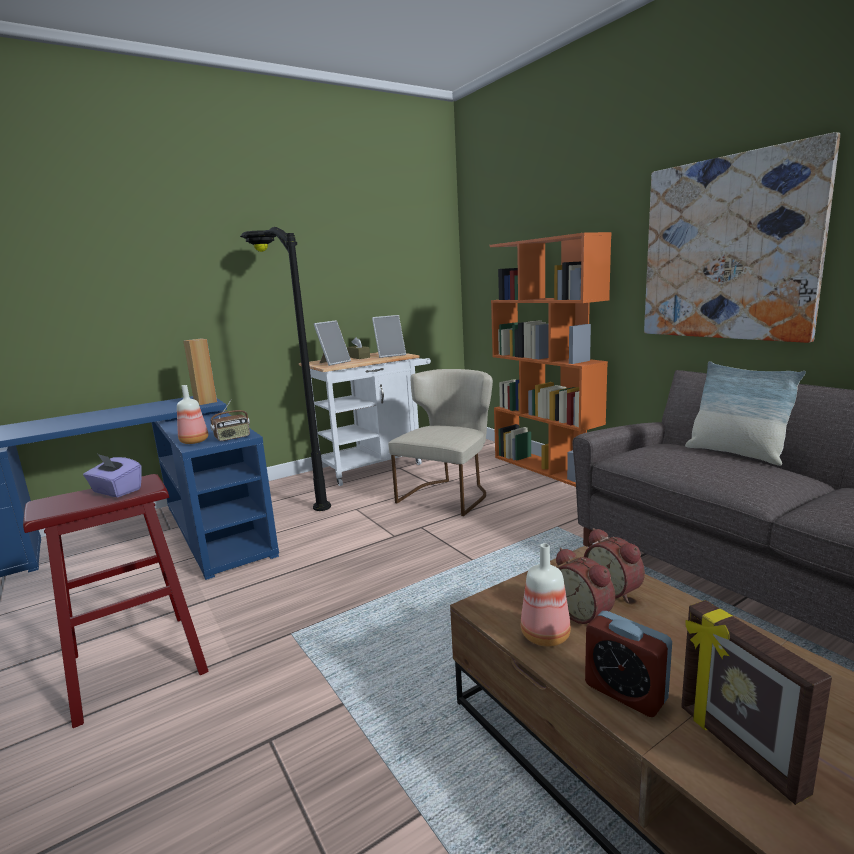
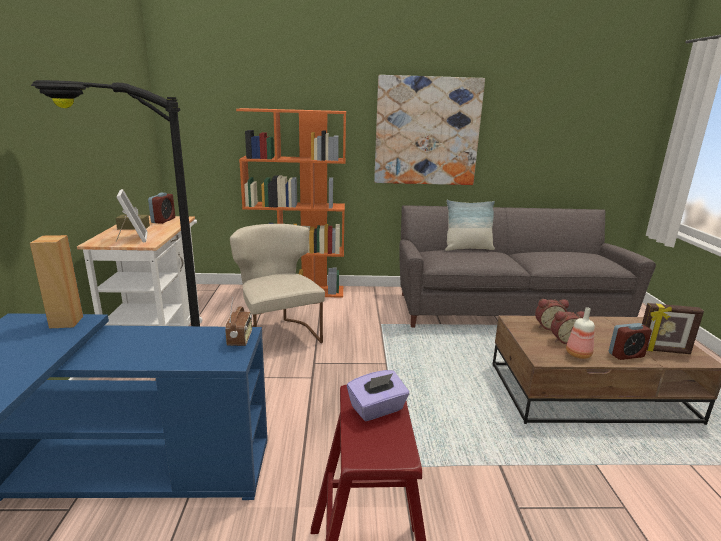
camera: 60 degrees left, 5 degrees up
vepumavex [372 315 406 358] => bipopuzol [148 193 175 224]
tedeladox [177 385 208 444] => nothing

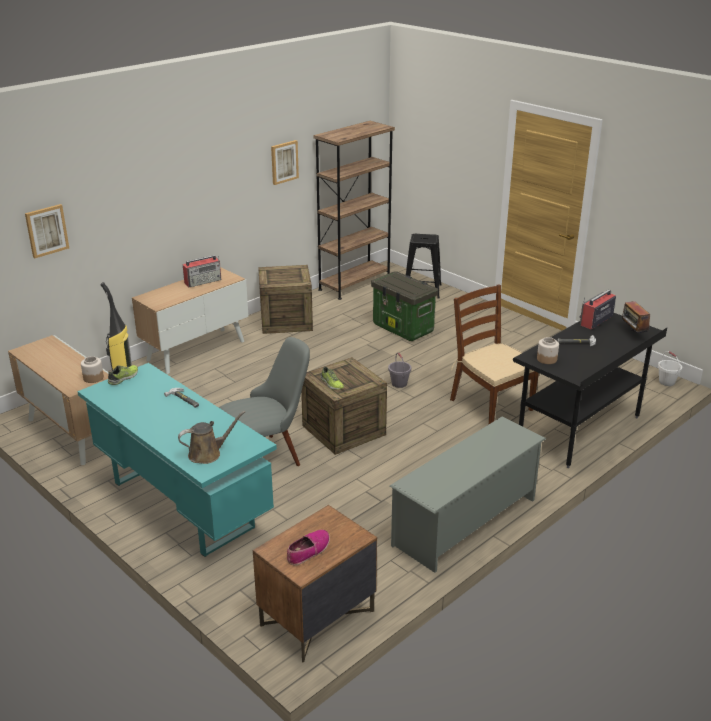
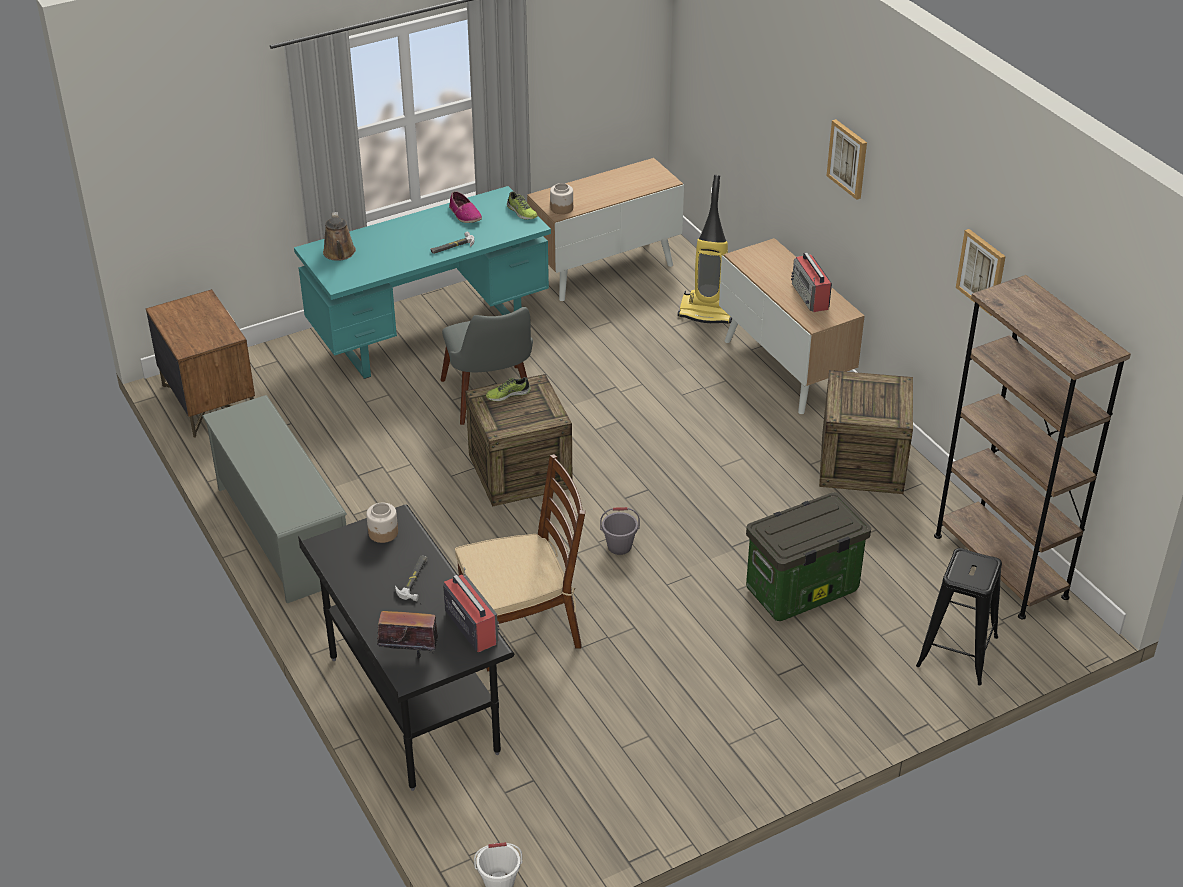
camera: 105 degrees right, 10 degrees up
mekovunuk [287 530 330 566] => mekovunuk [449 191 482 223], move
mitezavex [25 204 69 258] => mitezavex [826 119 867 200], move

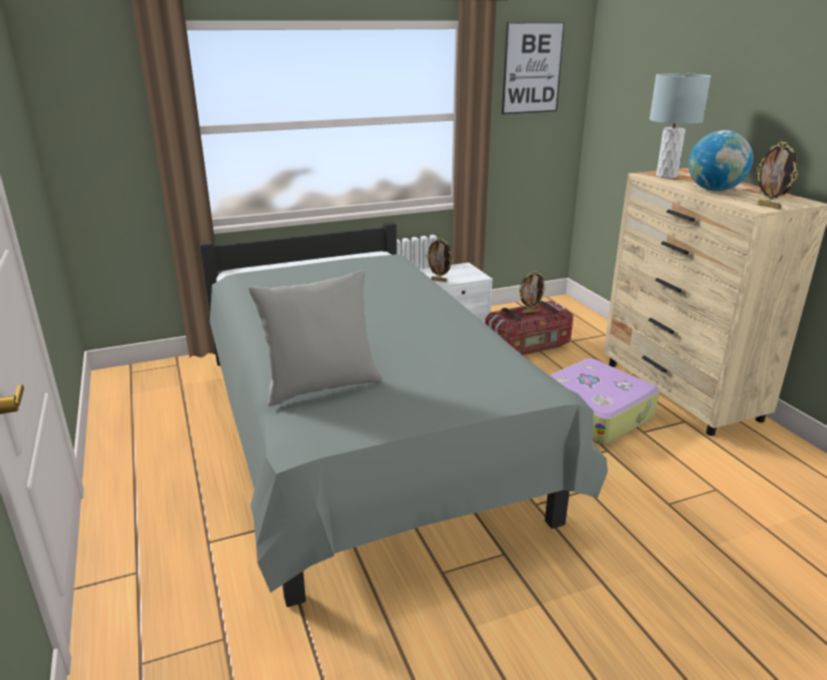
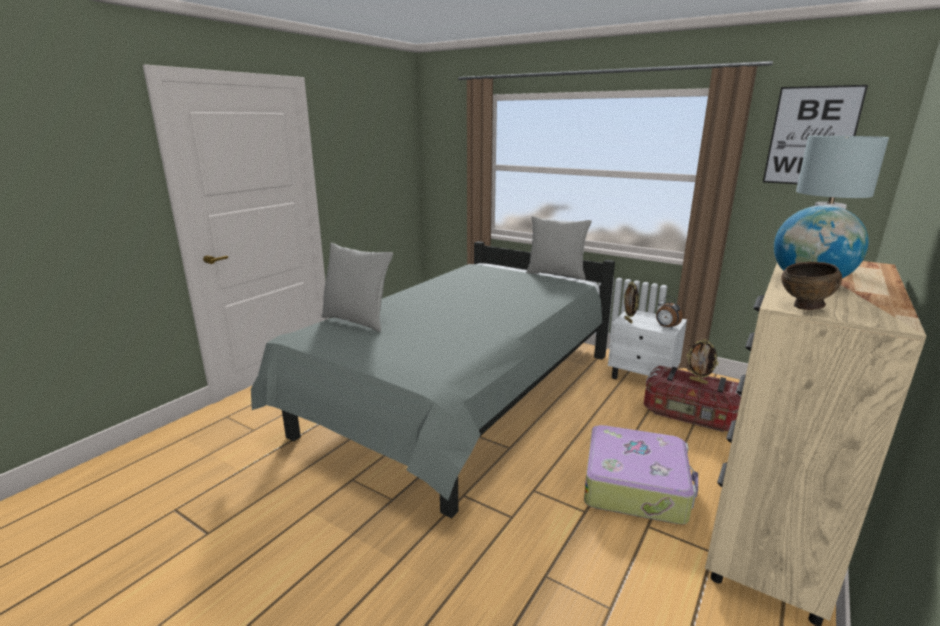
camera: 55 degrees right, 5 degrees down
nothing => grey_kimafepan [526 216 592 280]
nothing => bipopuzol [656 296 683 329]
vepumavex [756 142 798 209] => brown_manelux [781 262 842 310]

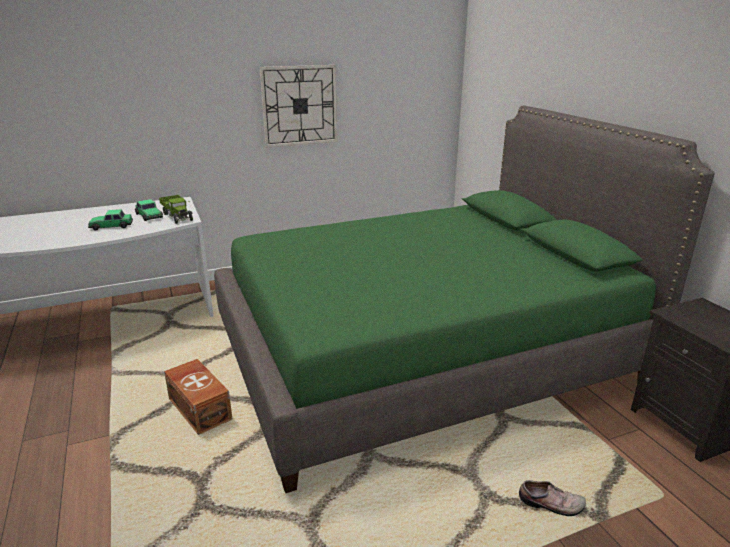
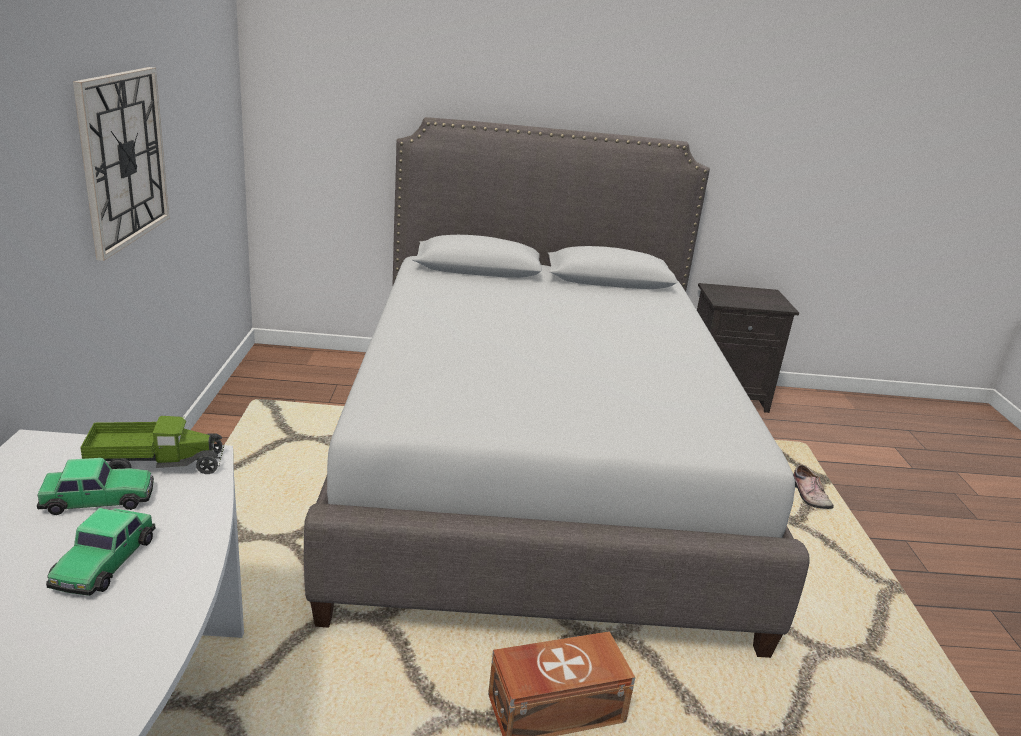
camera: 70 degrees left, 0 degrees up
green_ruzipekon [214 106 715 493] => grey_ruzipekon [304 117 810 658]
mekovunuk [519 480 586 516] => mekovunuk [793 465 834 509], 135 degrees clockwise

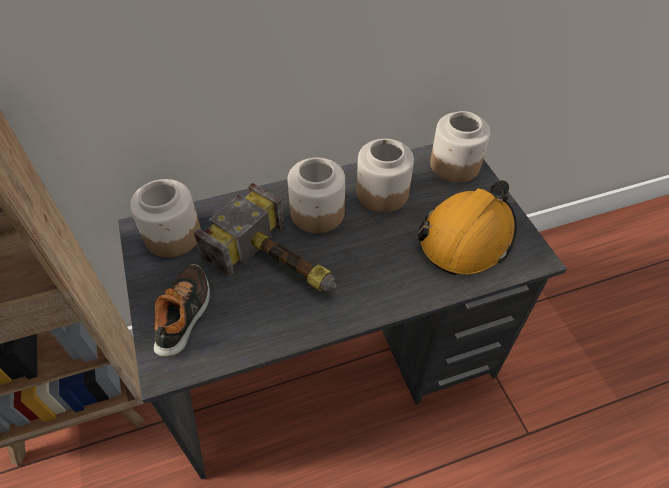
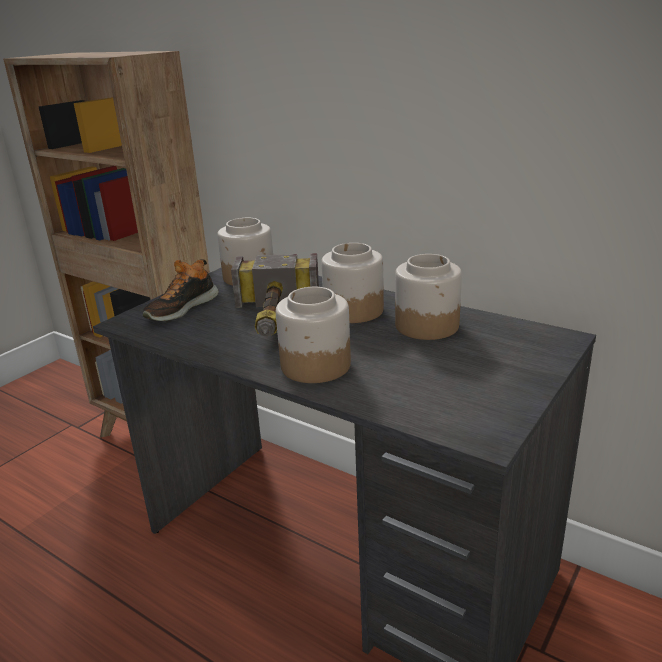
camera: 55 degrees right, 25 degrees down
mekovunuk [153 264 210 357] => mekovunuk [143 259 219 321], 150 degrees clockwise
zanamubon [430 111 490 183] => zanamubon [276 287 351 383], move
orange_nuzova [418 180 517 275] => nothing

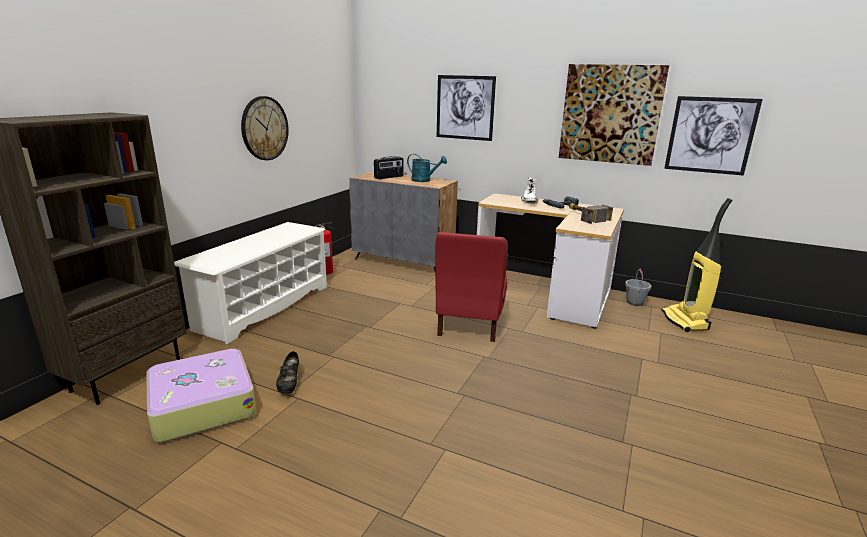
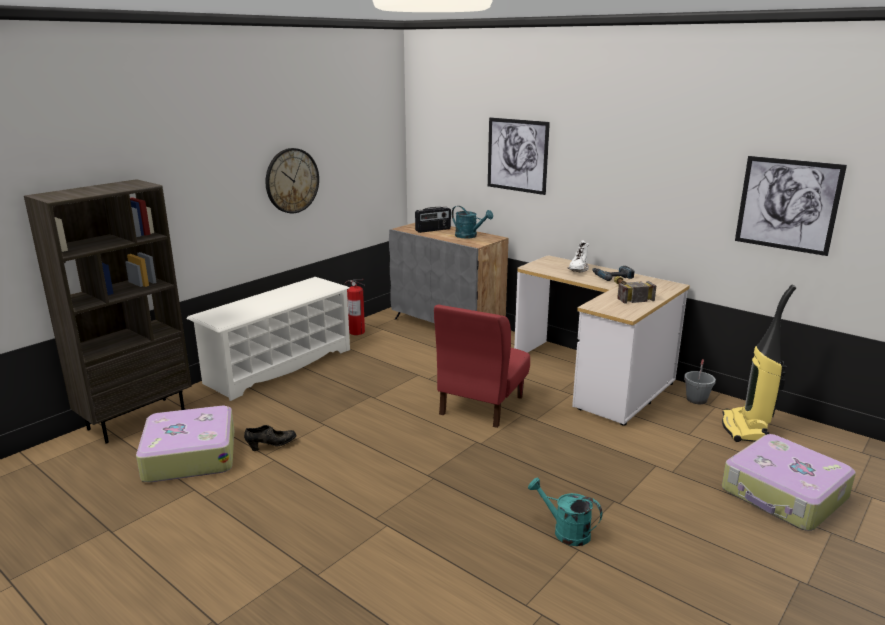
camera: 15 degrees right, 0 degrees up
black_mekovunuk [276 351 299 394] => black_mekovunuk [244 425 297 451], 120 degrees counterclockwise
nothing => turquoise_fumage [528 478 602 546]
nothing => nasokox [722 434 856 531]
mitezavex [559 64 669 166] => nothing

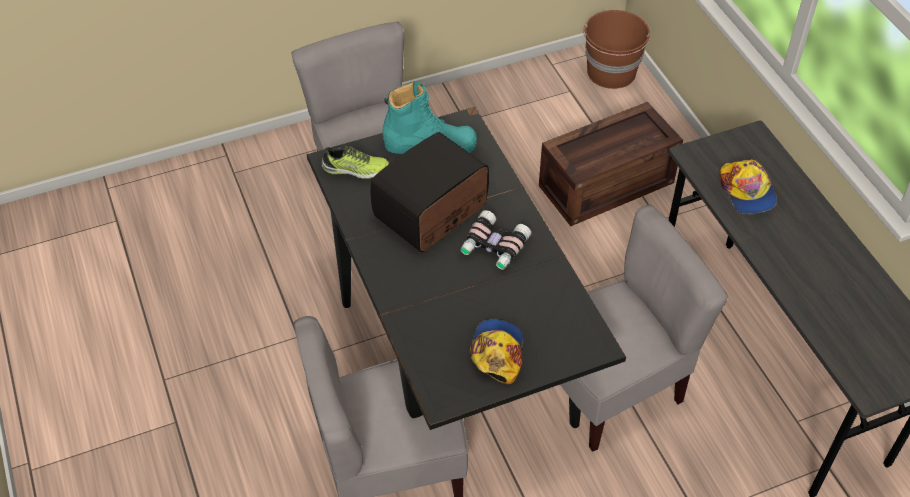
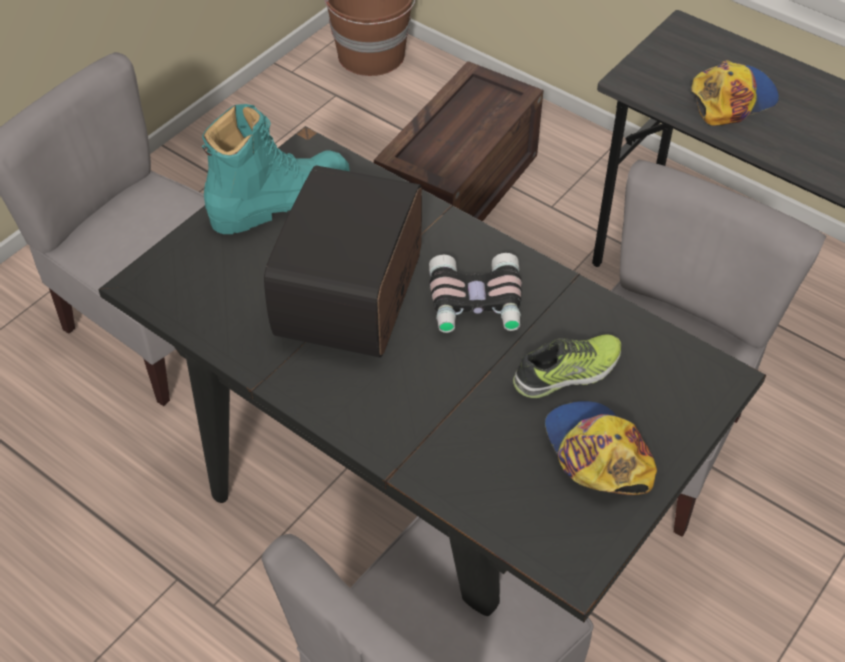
camera: 30 degrees left, 0 degrees up
mekovunuk [322 146 389 179] => mekovunuk [513 334 621 399], move
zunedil [720 159 777 214] => zunedil [691 60 779 126], 75 degrees counterclockwise

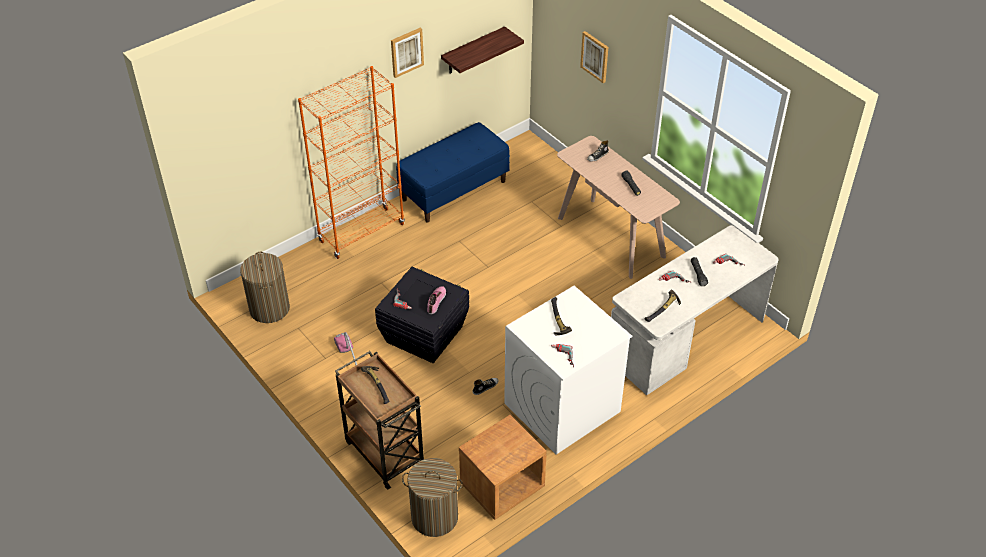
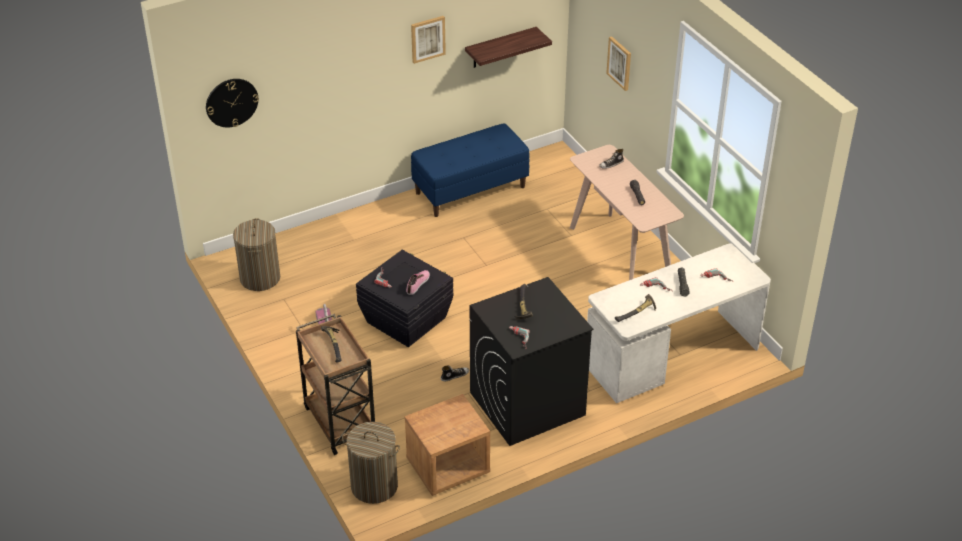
camera: 10 degrees right, 5 degrees down
nothing => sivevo [206 79 259 127]
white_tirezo [504 286 632 455] => black_tirezo [470 277 593 446]
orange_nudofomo [298 66 405 259] => nothing

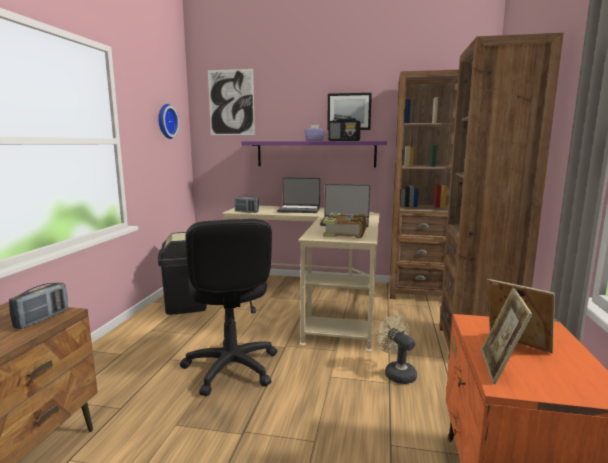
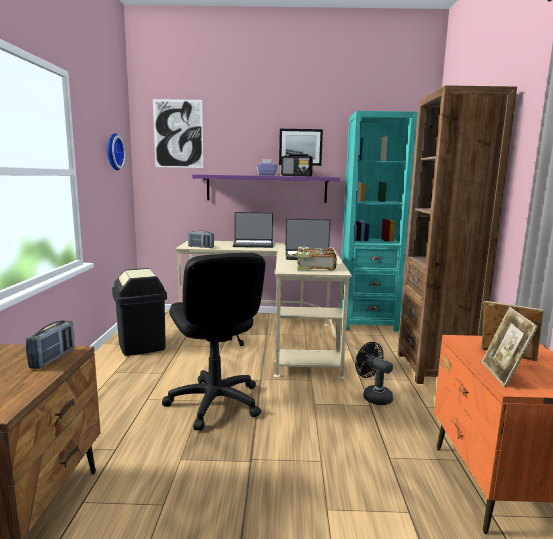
camera: 10 degrees left, 0 degrees up
brown_nudofomo [389 69 459 299] => turquoise_nudofomo [342 111 418 332]
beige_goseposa [376 315 417 384] => black_goseposa [355 342 393 405]

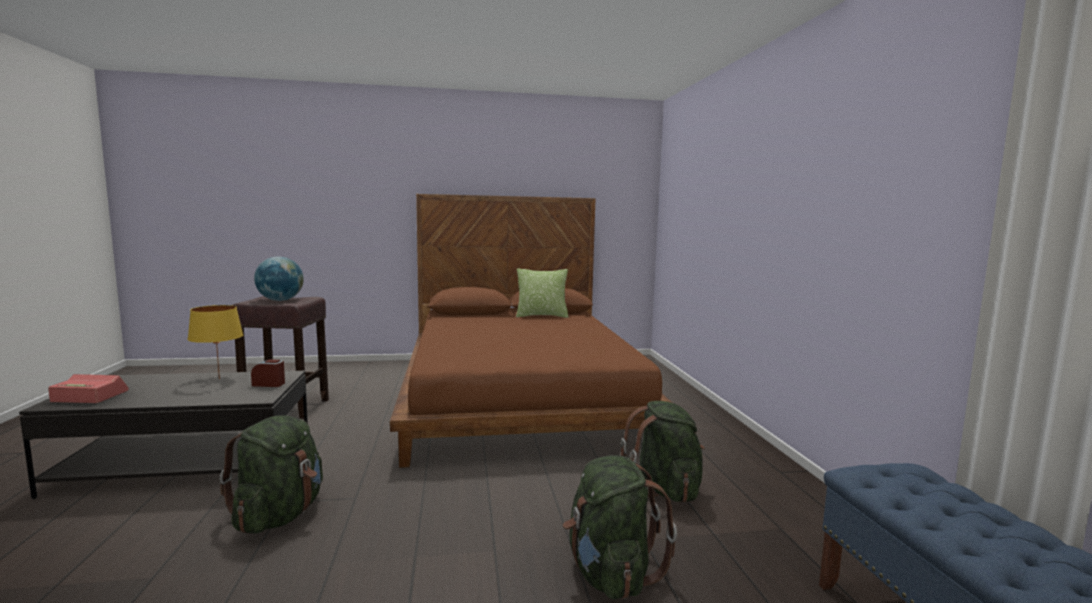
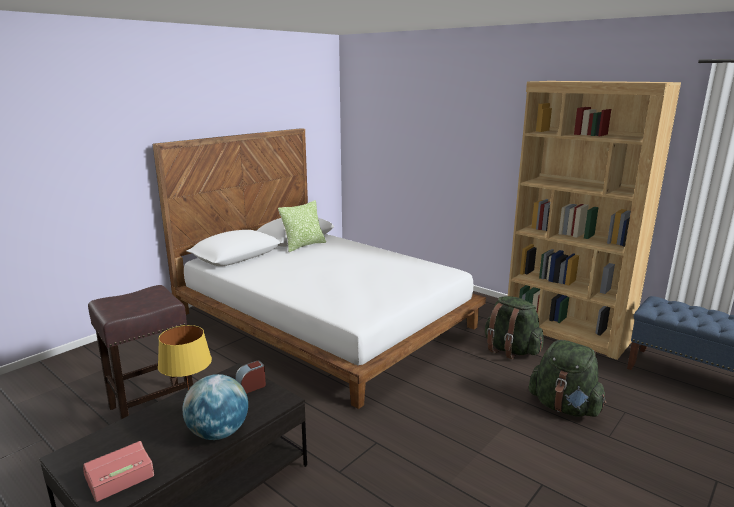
camera: 40 degrees left, 10 degrees up
brown_ruzipekon [390 194 672 468] => white_ruzipekon [153 128 486 409]
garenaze [254 257 304 301] => garenaze [183 374 248 440], move
nothing => brown_nudofomo [508 81 681 360]
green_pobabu [220 416 323 534] => nothing

